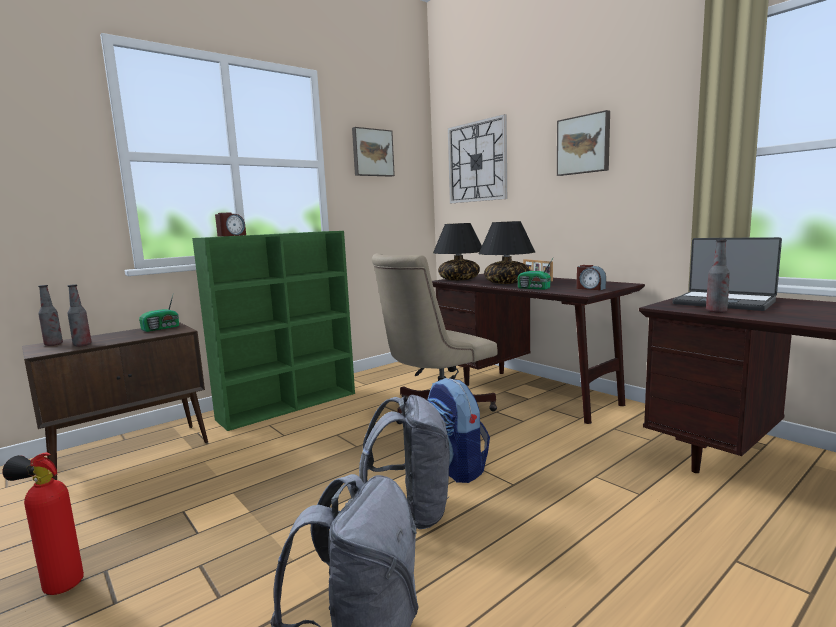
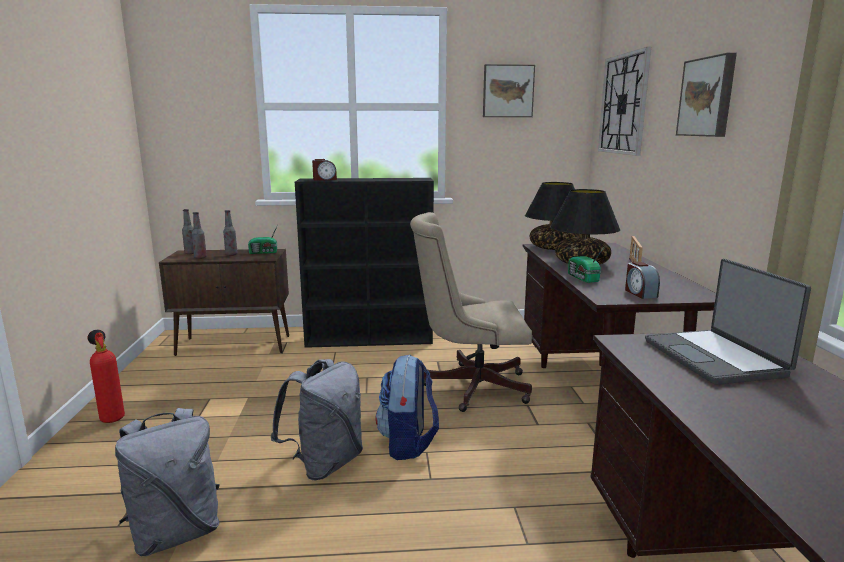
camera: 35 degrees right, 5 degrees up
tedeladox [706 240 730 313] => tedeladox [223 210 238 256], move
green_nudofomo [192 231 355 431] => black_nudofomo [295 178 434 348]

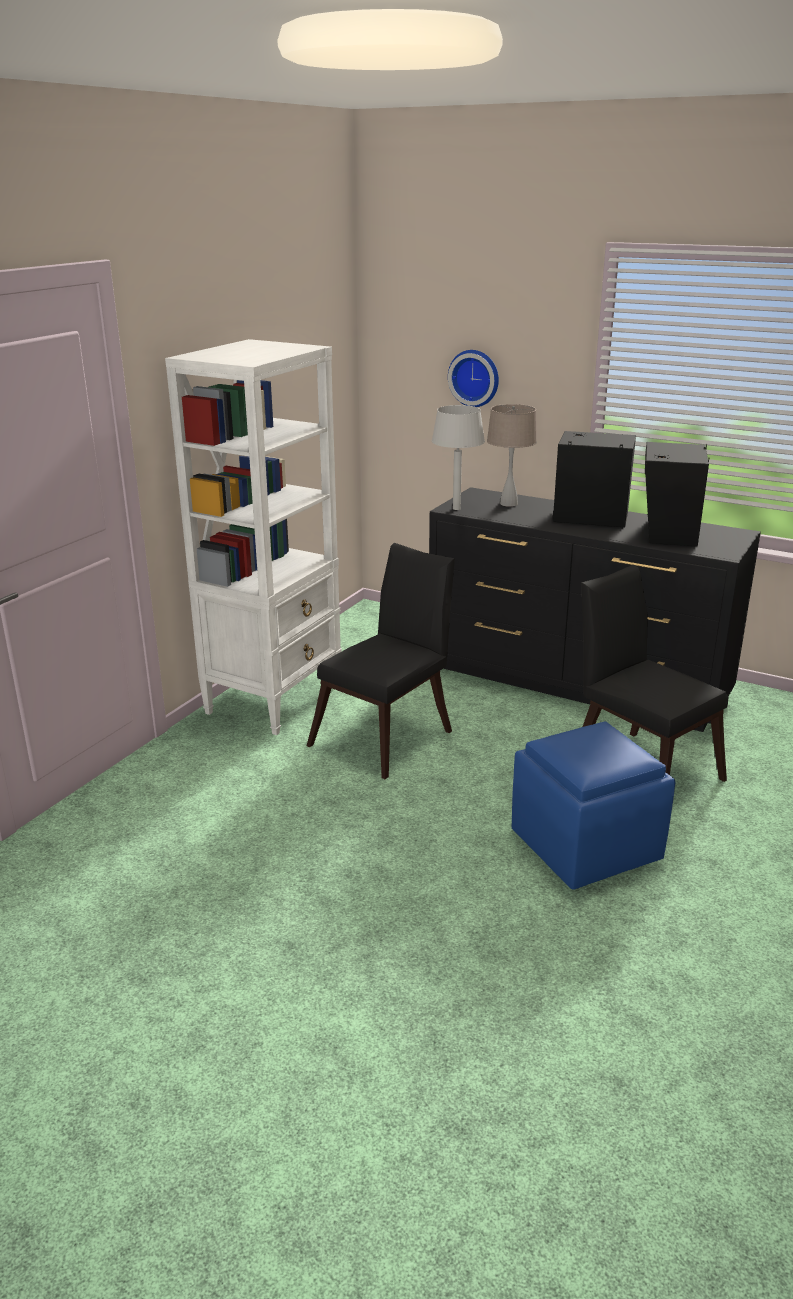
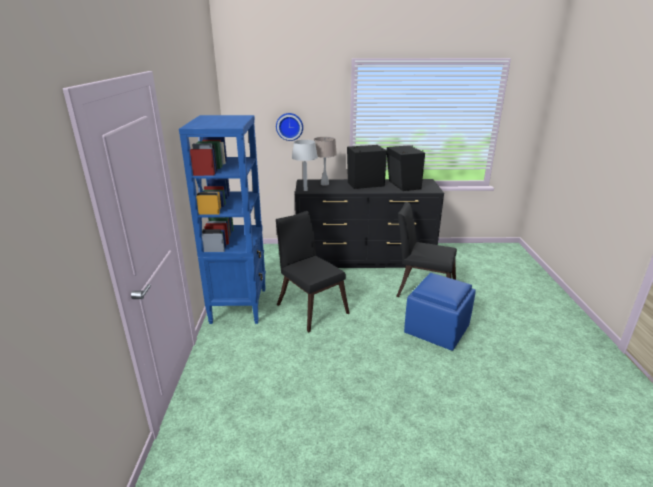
camera: 30 degrees left, 0 degrees up
white_nudofomo [165 339 342 735] => blue_nudofomo [179 115 266 324]
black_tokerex [307 543 455 779] => black_tokerex [276 211 350 333], 45 degrees counterclockwise

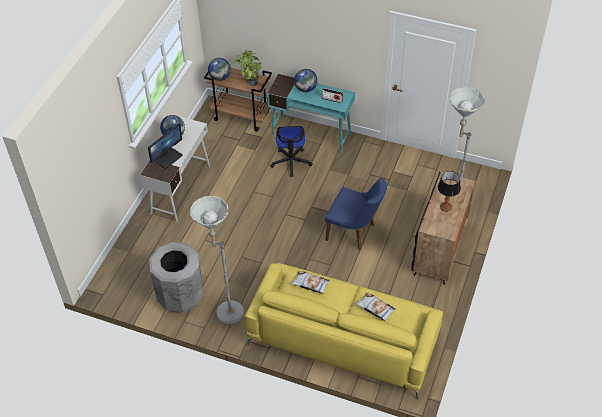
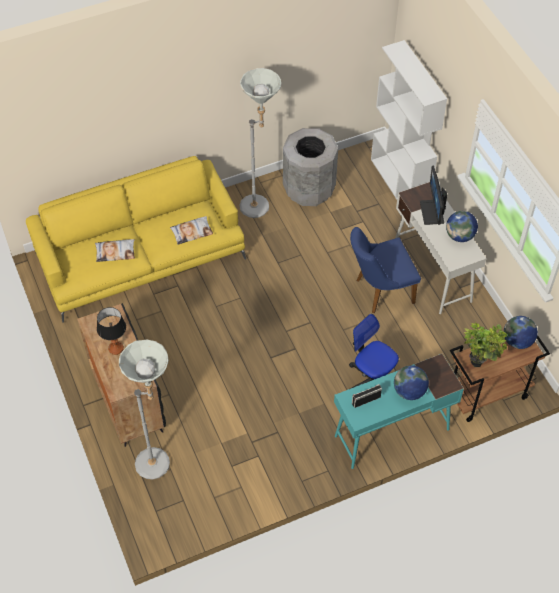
camera: 135 degrees right, 5 degrees up
blue_tokerex [325 178 387 250] => blue_tokerex [350 227 421 313], move
nothing => white_nudofomo [371 40 447 199]

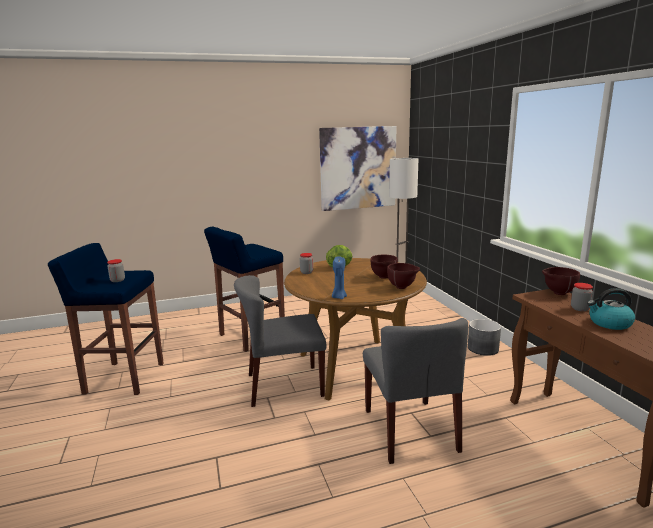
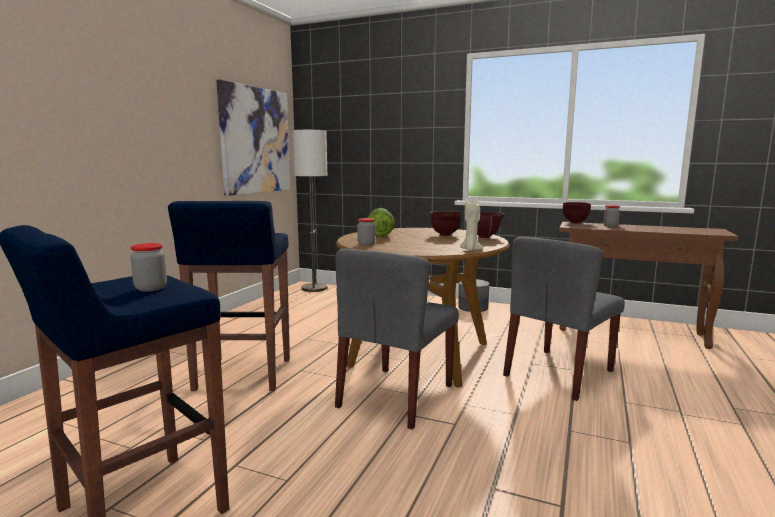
camera: 50 degrees left, 5 degrees down
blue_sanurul [332 256 347 299] => beige_sanurul [460 200 483 251]
grey_tokerex [363 318 468 464] => grey_tokerex [503 237 625 401], 105 degrees clockwise
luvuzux [587 288 635 330] => nothing

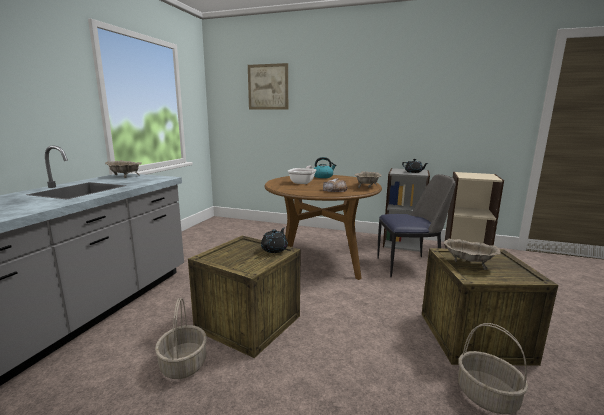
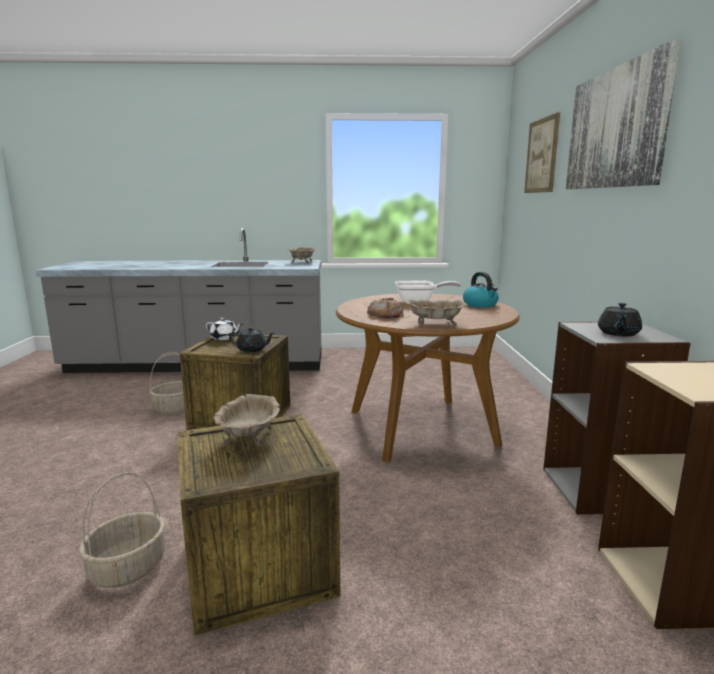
camera: 70 degrees right, 0 degrees up
nothing => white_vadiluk [206 317 242 340]
nothing => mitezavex [566 40 681 189]
tokerex [377 174 455 277] => nothing

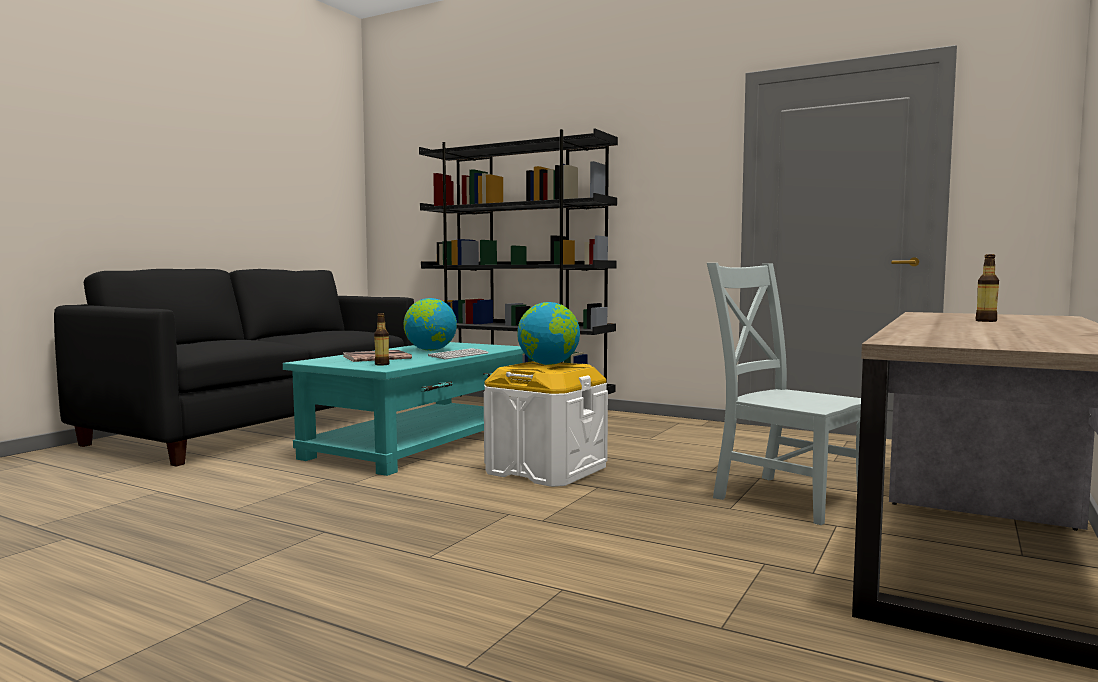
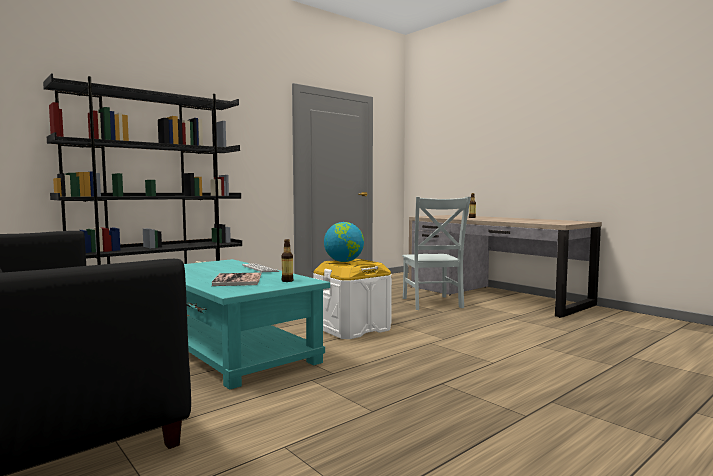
camera: 70 degrees left, 0 degrees up
grey_tokerex [707 263 861 525] => grey_tokerex [402 197 471 310], 75 degrees counterclockwise
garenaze [404 298 457 351] => nothing

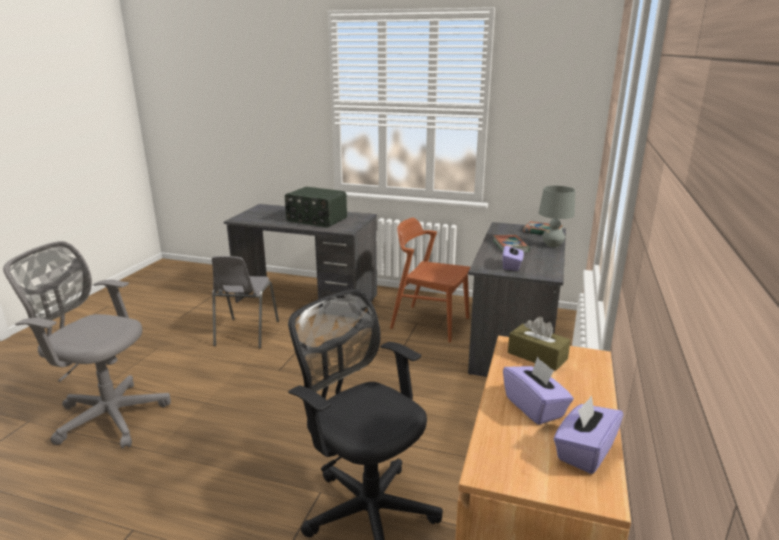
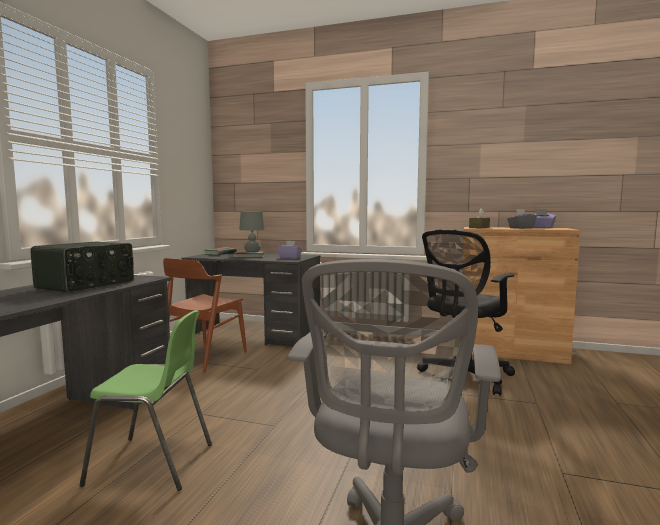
camera: 90 degrees left, 15 degrees down
grey_tokerex [212 256 279 348] => green_tokerex [80 310 212 491]
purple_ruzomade [503 357 574 425] => grey_ruzomade [507 209 537 229]

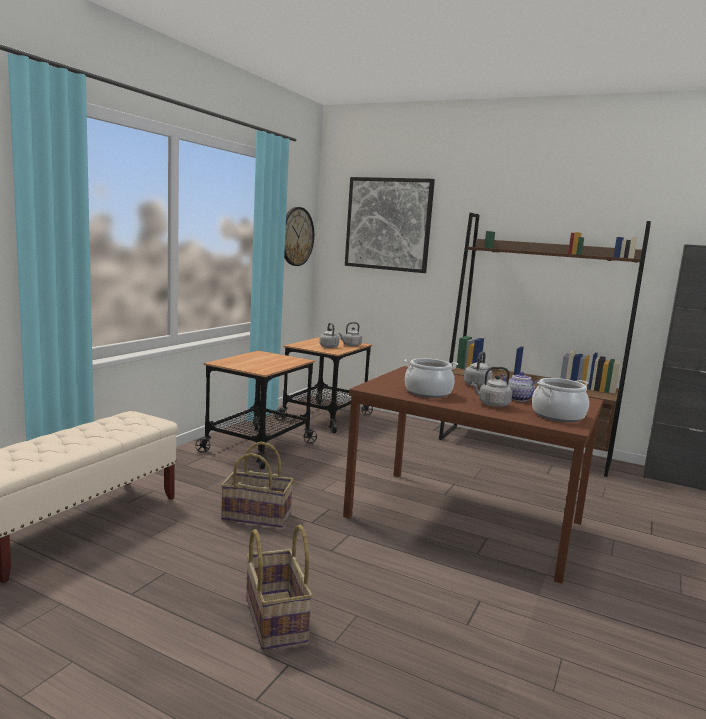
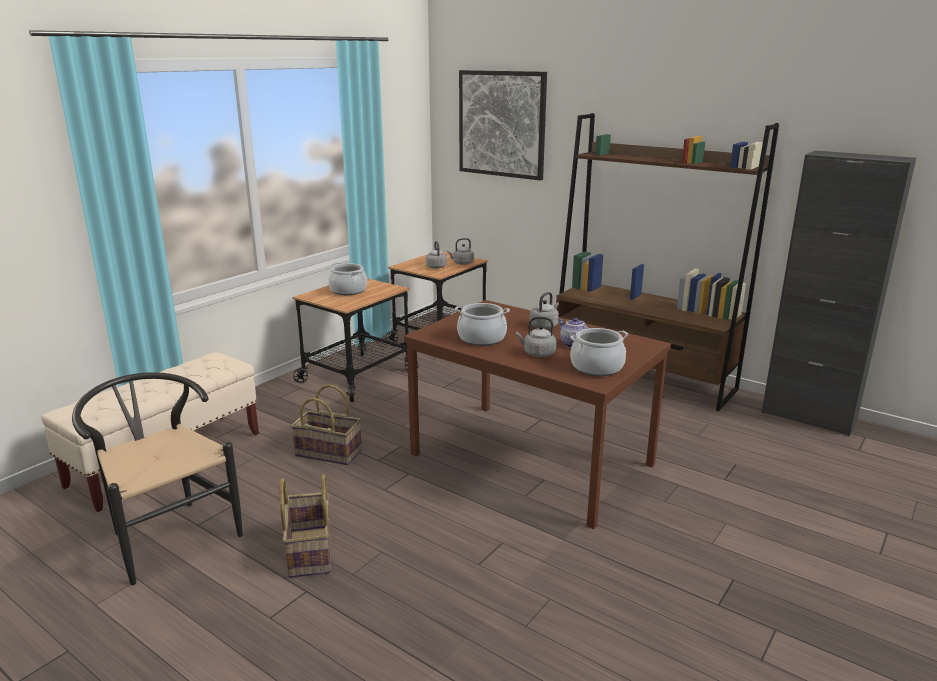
camera: 10 degrees right, 10 degrees up
nothing => black_tokerex [72 372 243 585]
nothing => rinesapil [328 262 367 295]
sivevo [284 207 314 266] => nothing

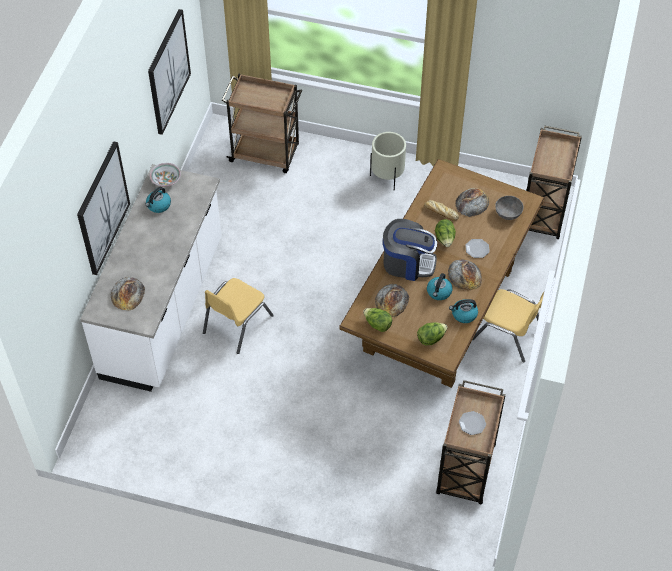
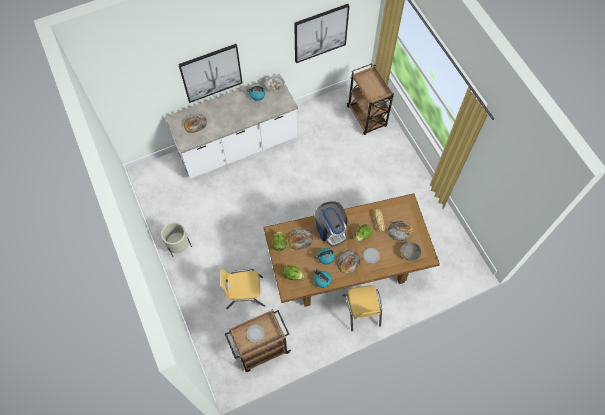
camera: 50 degrees right, 10 degrees up
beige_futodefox [370 132 406 190] => beige_futodefox [161 222 192 257], move
yellow_tokerex [203 278 274 354] => yellow_tokerex [220 269 265 309], move
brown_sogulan [526 126 582 239] => nothing

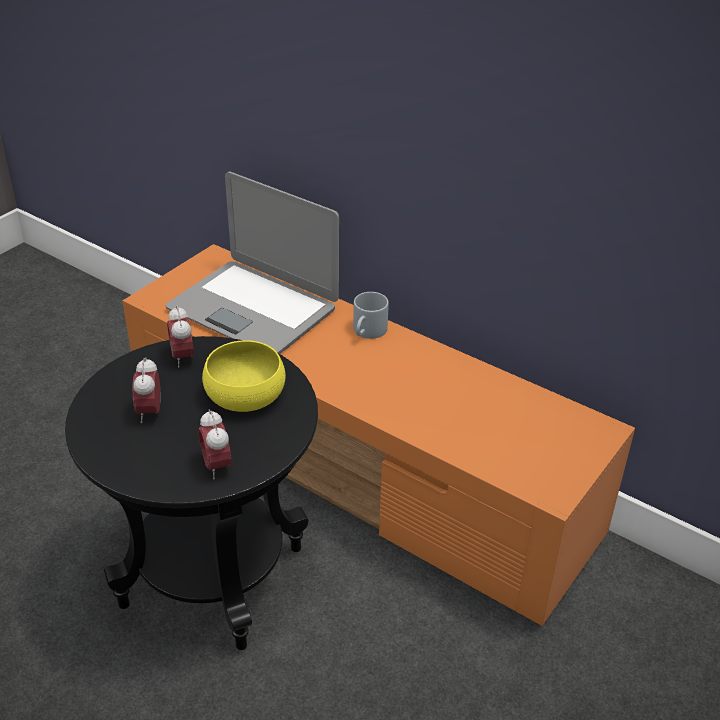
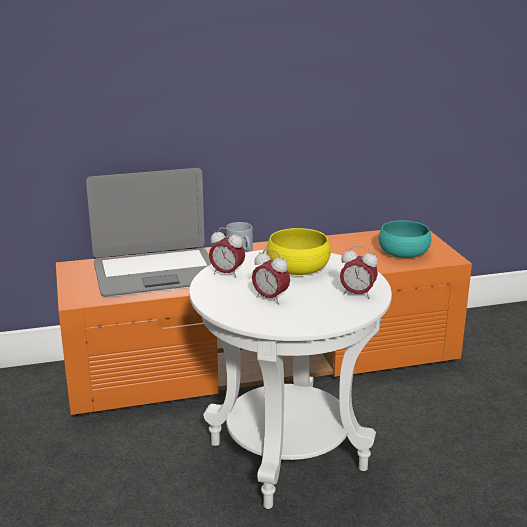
camera: 50 degrees left, 15 degrees down
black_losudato [65 336 318 650] => white_losudato [189 250 392 509]
nothing => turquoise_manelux [379 220 431 258]

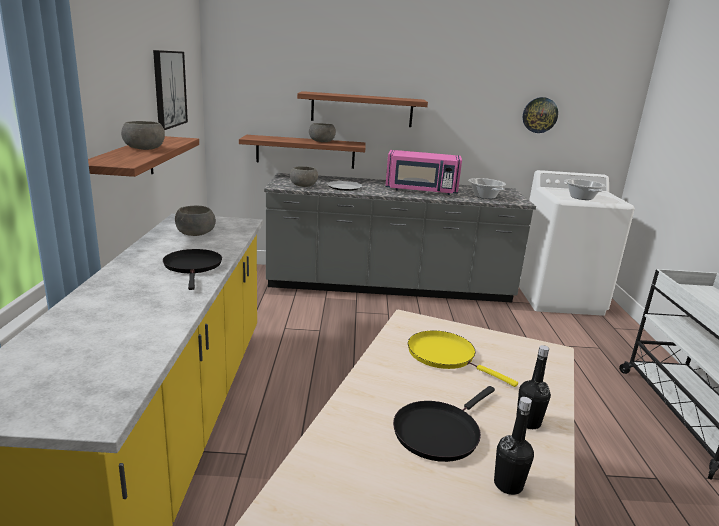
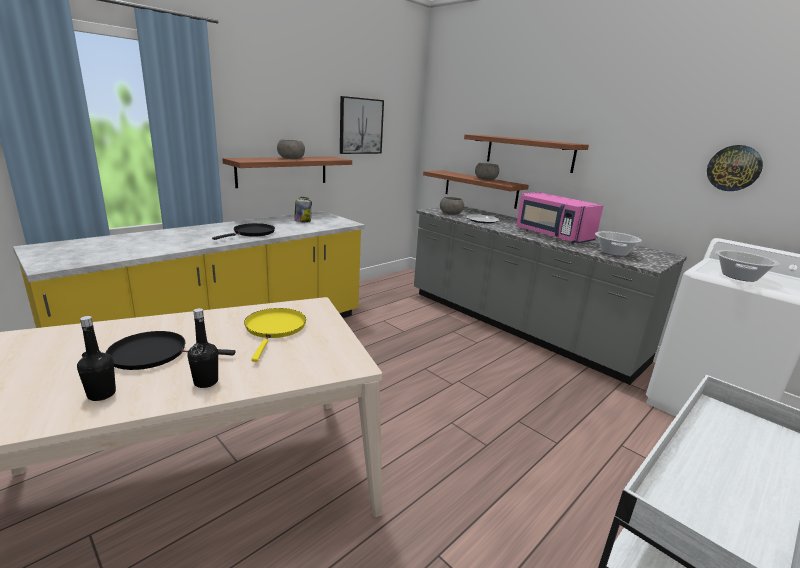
camera: 45 degrees right, 0 degrees up
grey_manelux [175 206 216 236] => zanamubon [294 197 312 223]

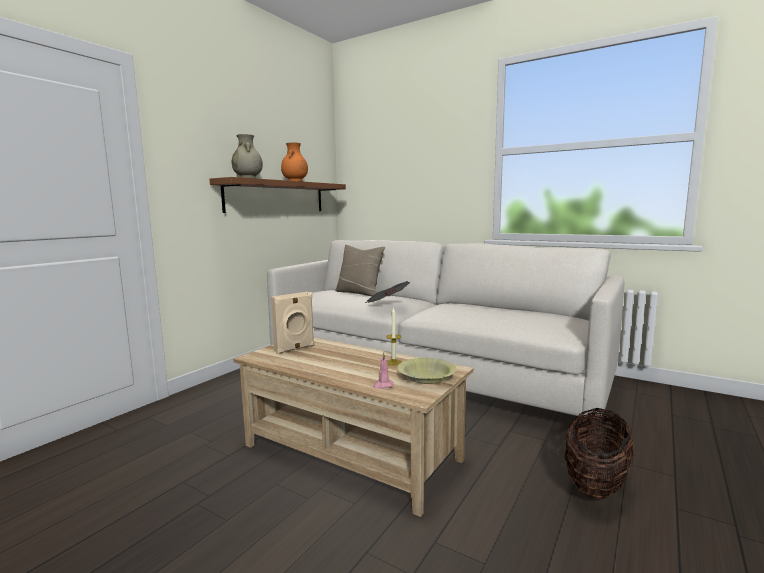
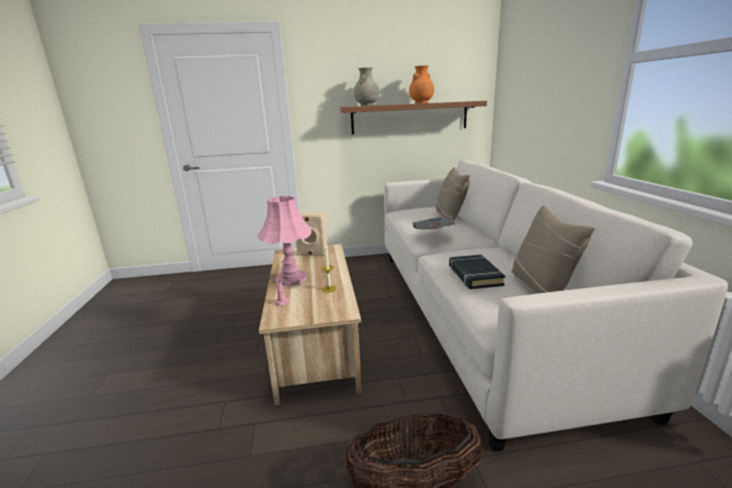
camera: 50 degrees right, 10 degrees up
nothing => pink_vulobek [258 196 312 286]
nothing => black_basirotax [449 254 505 289]
nothing => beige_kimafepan [512 205 595 293]
yellow_manelux [398 358 457 384] => nothing

